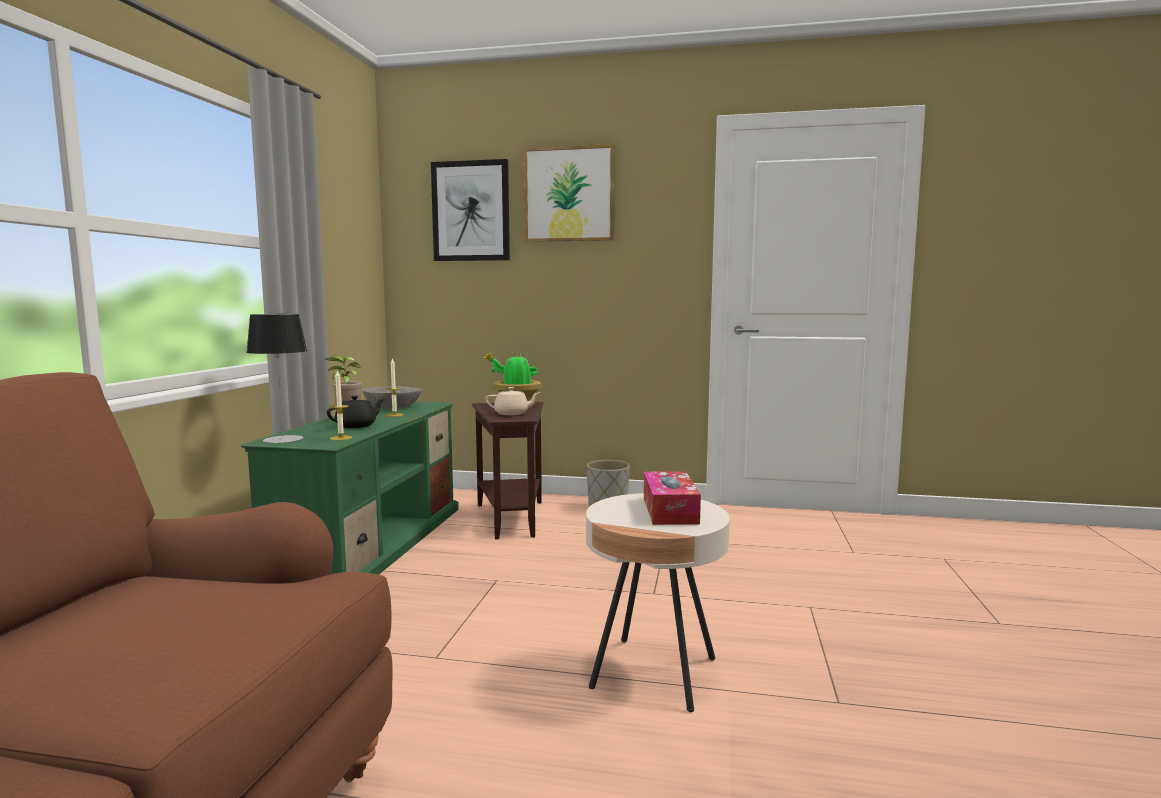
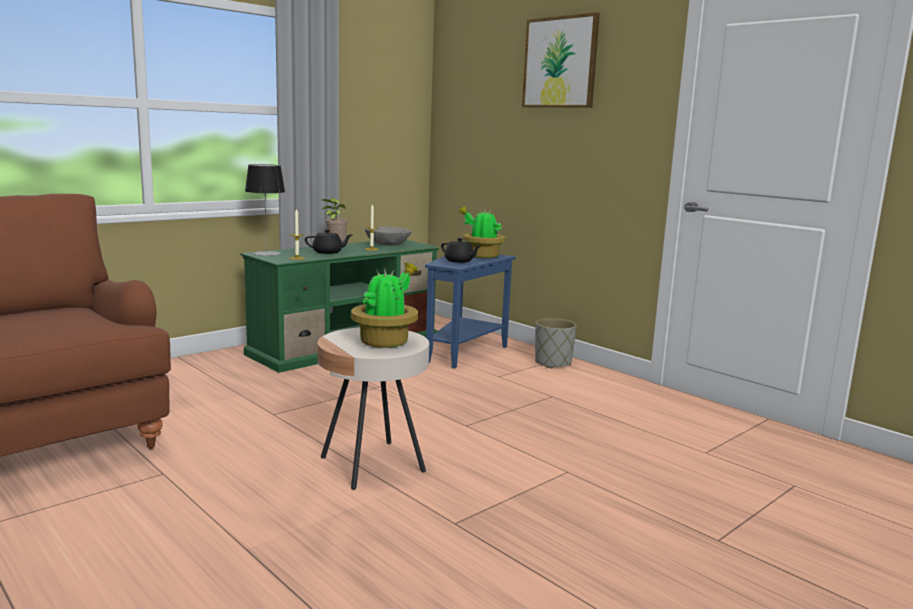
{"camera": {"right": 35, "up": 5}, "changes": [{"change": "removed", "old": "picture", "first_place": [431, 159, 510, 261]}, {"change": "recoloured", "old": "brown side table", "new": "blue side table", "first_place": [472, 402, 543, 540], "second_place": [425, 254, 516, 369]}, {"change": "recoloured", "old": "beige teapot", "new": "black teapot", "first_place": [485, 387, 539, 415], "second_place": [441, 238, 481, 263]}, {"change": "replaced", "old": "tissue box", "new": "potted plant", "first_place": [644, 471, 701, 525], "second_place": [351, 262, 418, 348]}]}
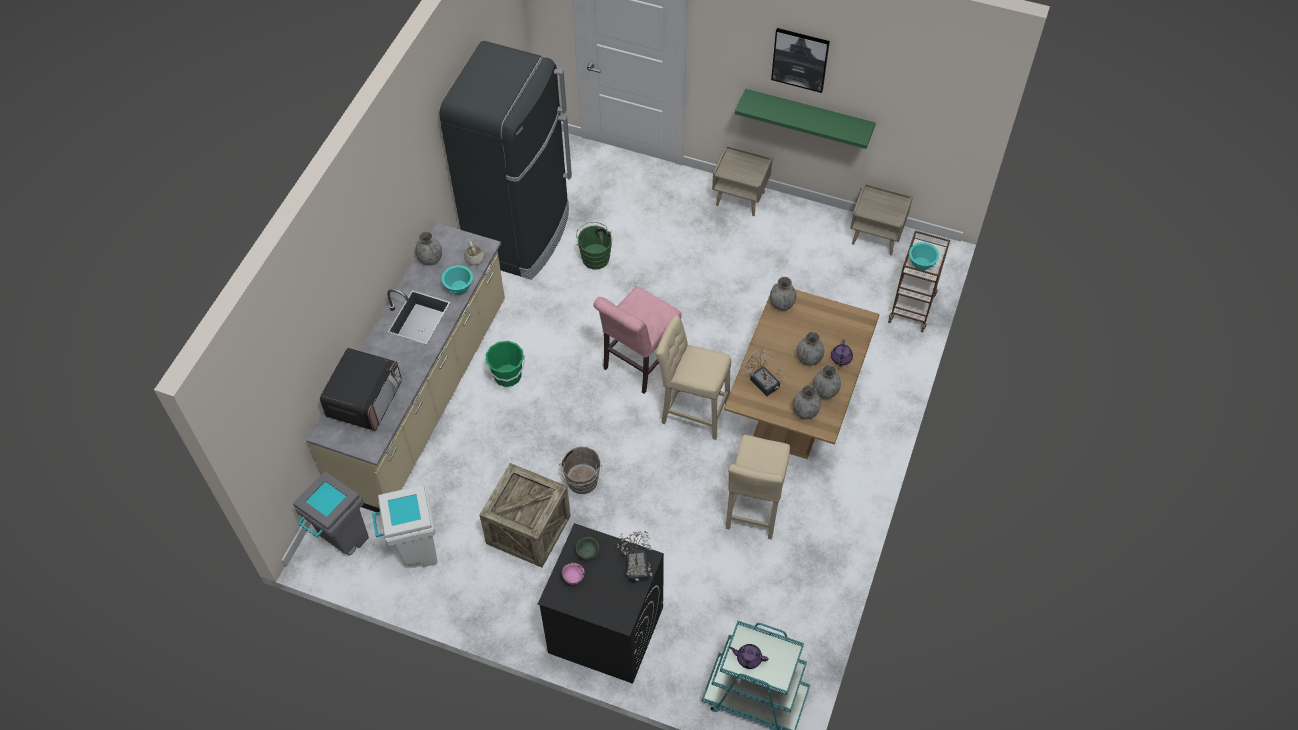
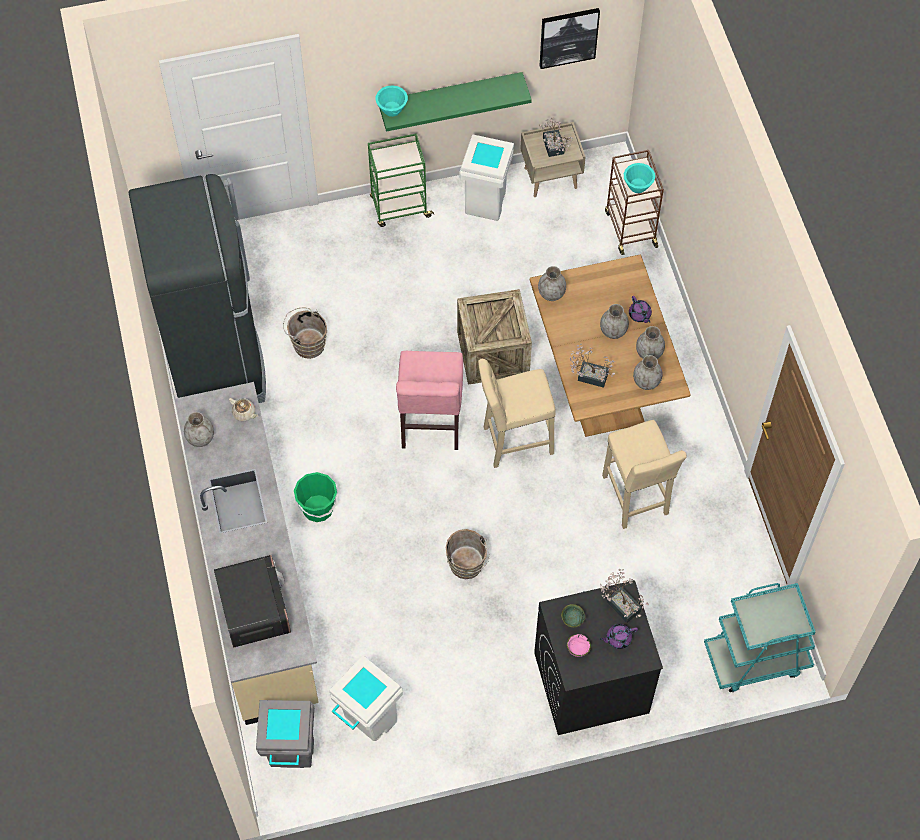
{"camera": {"right": -35, "up": 5}, "changes": [{"change": "moved", "old": "turquoise bowl", "first_place": [442, 265, 473, 295], "second_place": [376, 85, 408, 117]}, {"change": "moved", "old": "crate", "first_place": [479, 463, 571, 568], "second_place": [457, 289, 532, 385]}, {"change": "recoloured", "old": "green bucket", "new": "brown bucket", "first_place": [576, 222, 612, 270], "second_place": [283, 308, 327, 359]}, {"change": "replaced", "old": "beige nightstand", "new": "green cart", "first_place": [712, 145, 773, 216], "second_place": [368, 133, 434, 227]}, {"change": "moved", "old": "purple teapot", "first_place": [729, 644, 768, 669], "second_place": [600, 624, 638, 649]}, {"change": "moved", "old": "picture", "first_place": [771, 28, 830, 93], "second_place": [540, 8, 600, 69]}, {"change": "added", "new": "white trash can", "second_place": [459, 134, 514, 221]}, {"change": "added", "new": "potted plant", "second_place": [539, 117, 573, 157]}]}
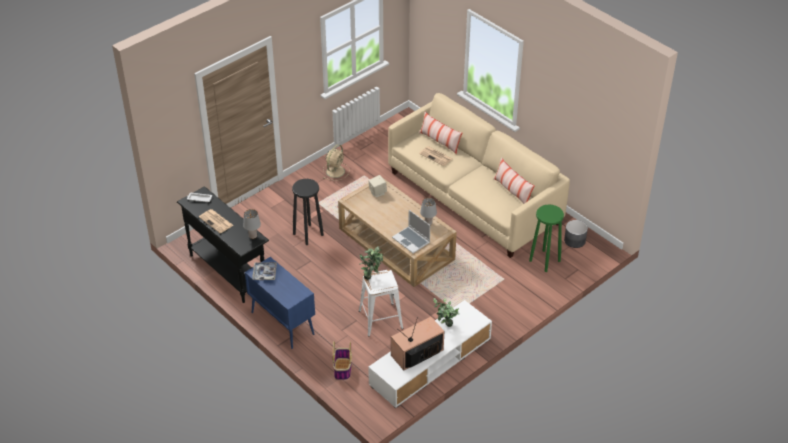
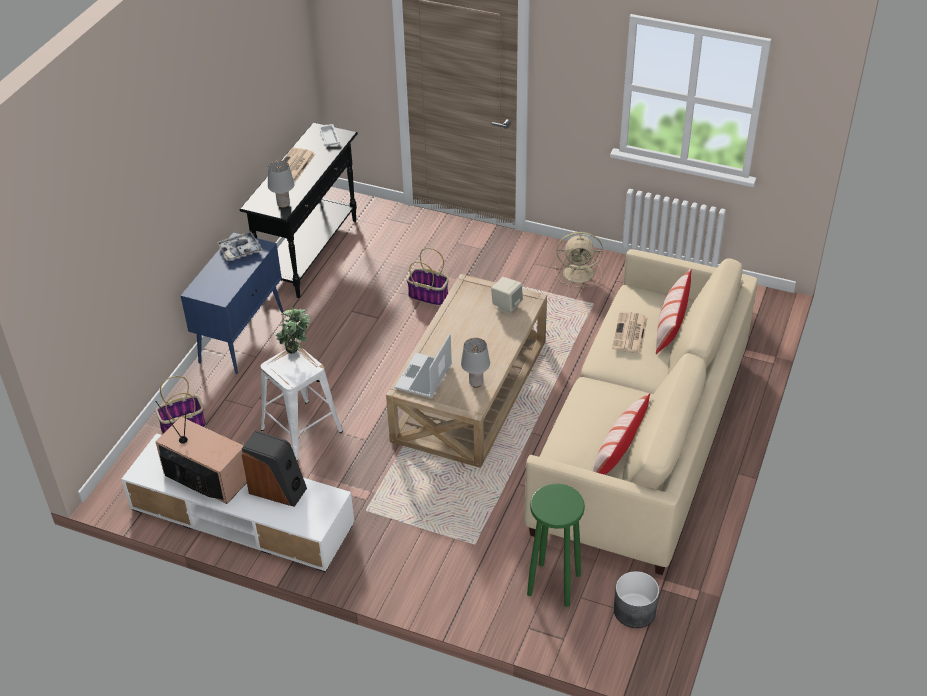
{"camera": {"right": 65, "up": 0}, "changes": [{"change": "replaced", "old": "black stool", "new": "basket", "first_place": [292, 179, 324, 245], "second_place": [406, 248, 449, 306]}, {"change": "replaced", "old": "potted plant", "new": "speaker", "first_place": [433, 298, 460, 327], "second_place": [242, 430, 307, 507]}]}
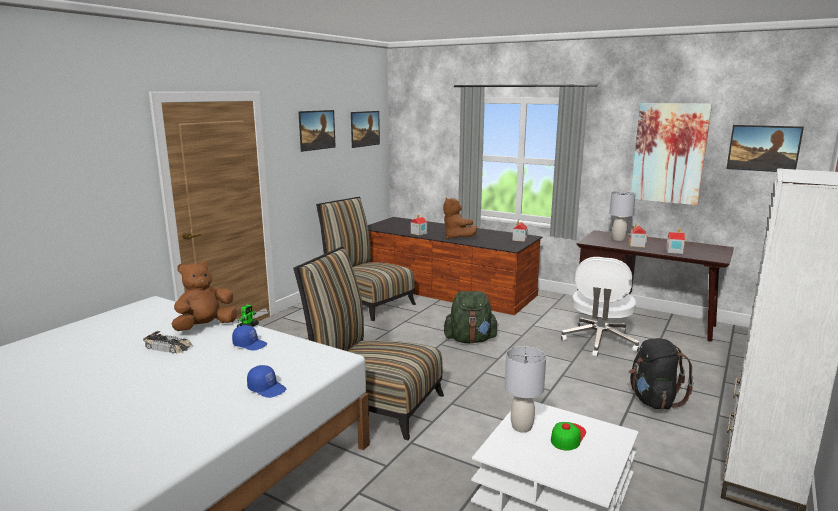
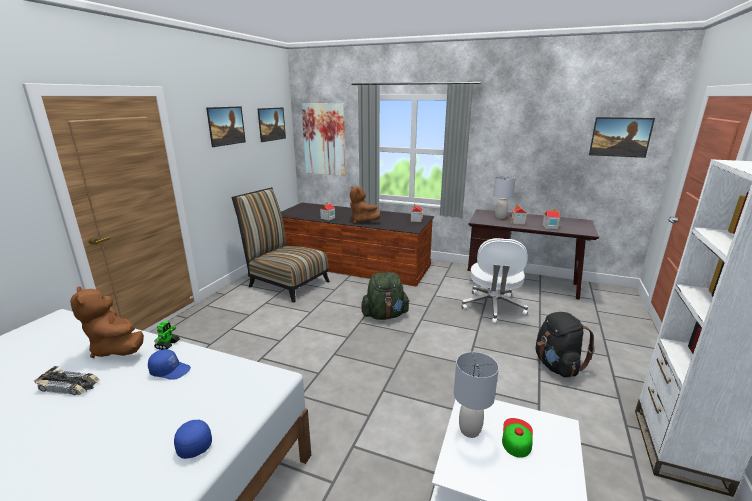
{"camera": {"right": -10, "up": 5}, "changes": [{"change": "turned", "old": "brown plush toy", "first_place": [172, 261, 237, 331], "second_place": [70, 286, 144, 358], "degrees": -75}, {"change": "turned", "old": "blue cap", "first_place": [247, 365, 287, 398], "second_place": [174, 420, 212, 459], "degrees": -135}, {"change": "removed", "old": "chair", "first_place": [293, 246, 444, 440]}, {"change": "moved", "old": "picture", "first_place": [631, 103, 712, 205], "second_place": [301, 103, 346, 176]}]}
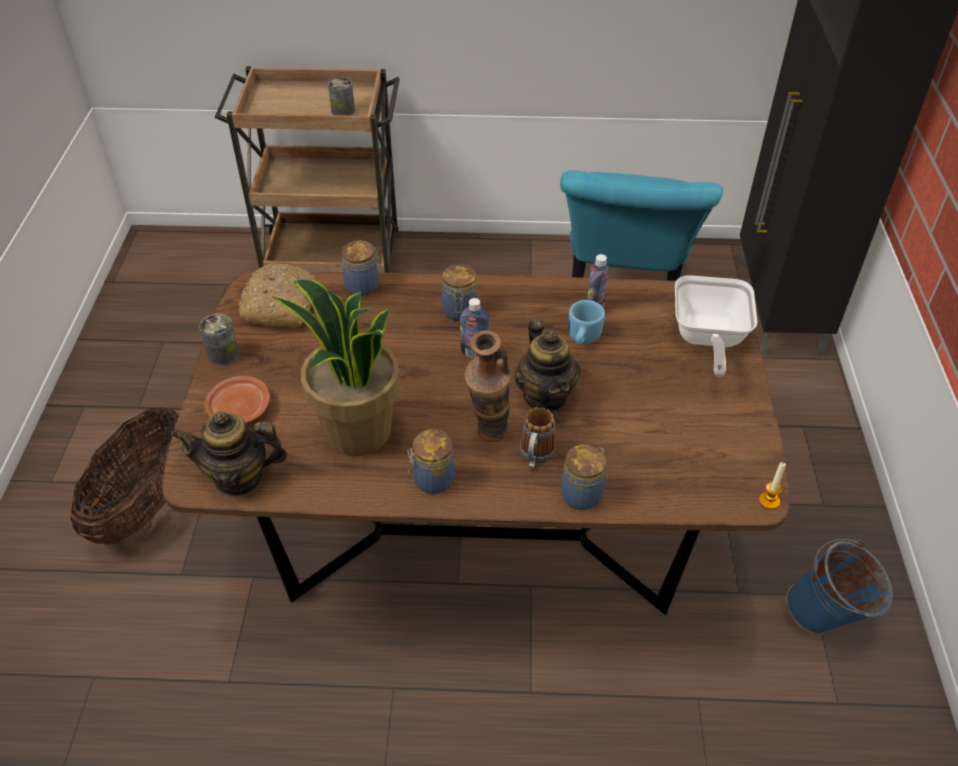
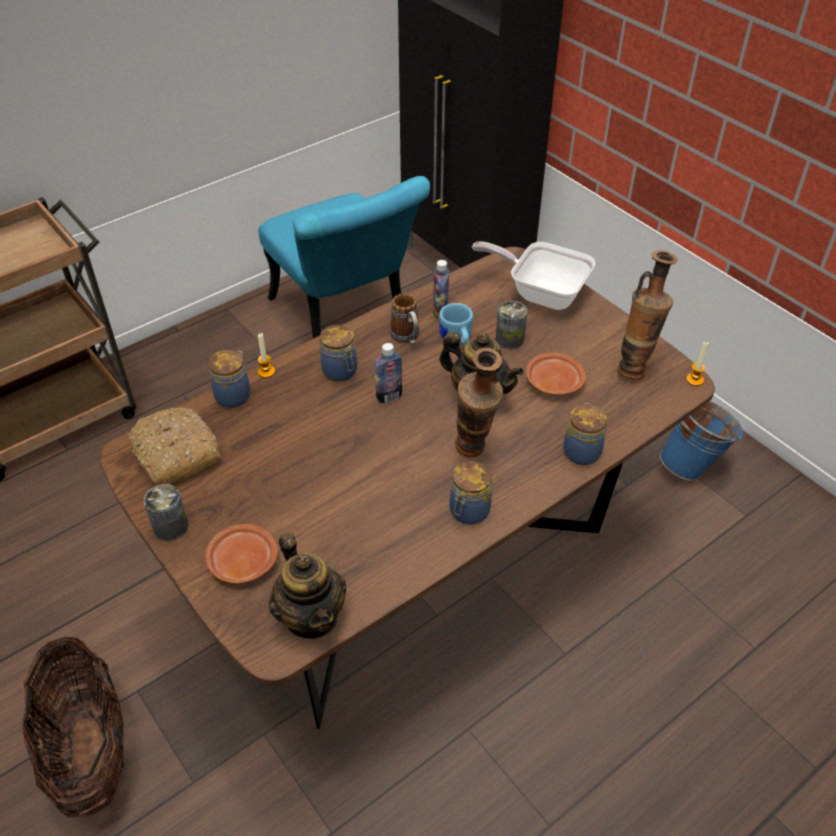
{"camera": {"right": -40, "up": 0}, "changes": [{"change": "turned", "old": "teapot", "first_place": [171, 412, 288, 497], "second_place": [269, 533, 346, 639], "degrees": -75}, {"change": "removed", "old": "potted plant", "first_place": [272, 279, 400, 457]}, {"change": "moved", "old": "can", "first_place": [328, 77, 355, 115], "second_place": [496, 301, 527, 349]}, {"change": "moved", "old": "mug", "first_place": [520, 407, 556, 468], "second_place": [390, 293, 420, 345]}, {"change": "turned", "old": "frying pan", "first_place": [675, 275, 757, 377], "second_place": [472, 241, 595, 310], "degrees": 150}, {"change": "added", "new": "candle", "second_place": [258, 333, 275, 378]}, {"change": "added", "new": "brown plate", "second_place": [526, 353, 586, 395]}, {"change": "added", "new": "vase", "second_place": [617, 250, 678, 380]}]}
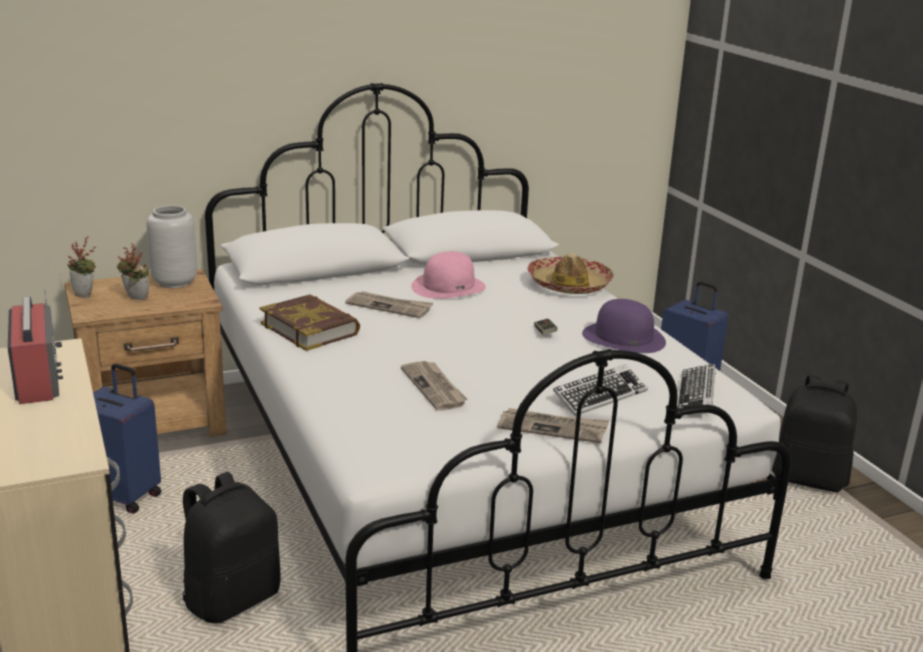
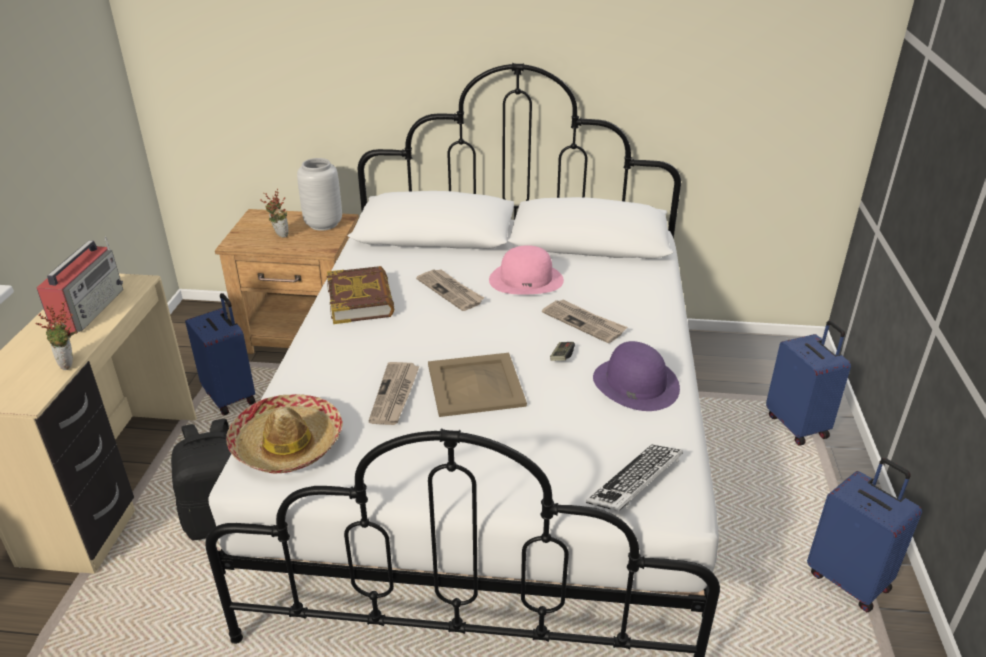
{"camera": {"right": 30, "up": 10}, "changes": [{"change": "moved", "old": "potted plant", "first_place": [67, 236, 96, 298], "second_place": [35, 301, 77, 370]}, {"change": "moved", "old": "newspaper", "first_place": [497, 408, 609, 443], "second_place": [542, 299, 627, 343]}, {"change": "moved", "old": "hat", "first_place": [527, 253, 614, 294], "second_place": [226, 394, 343, 473]}, {"change": "removed", "old": "keyboard", "first_place": [553, 364, 648, 416]}, {"change": "replaced", "old": "black backpack", "new": "blue suitcase", "first_place": [772, 375, 857, 492], "second_place": [807, 458, 922, 612]}, {"change": "added", "new": "beige tray", "second_place": [428, 353, 527, 417]}]}
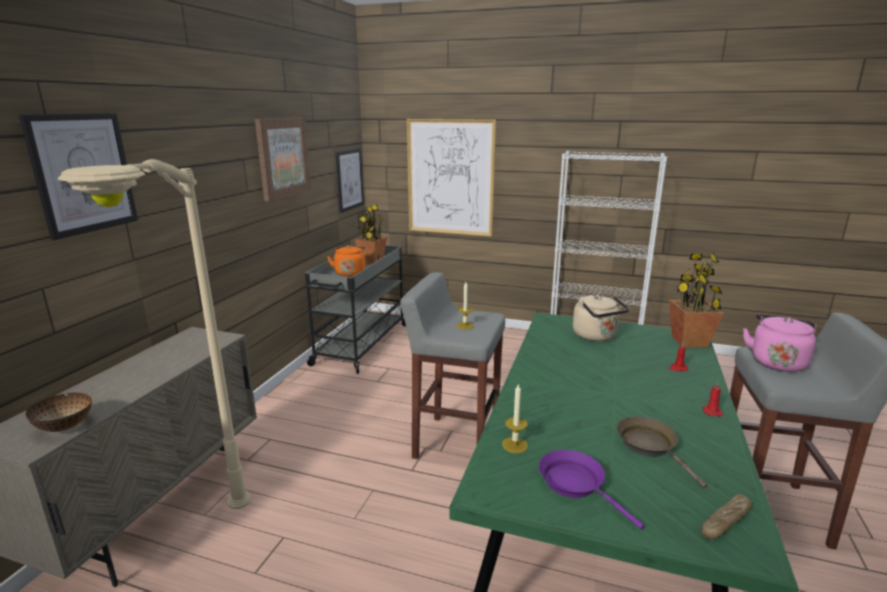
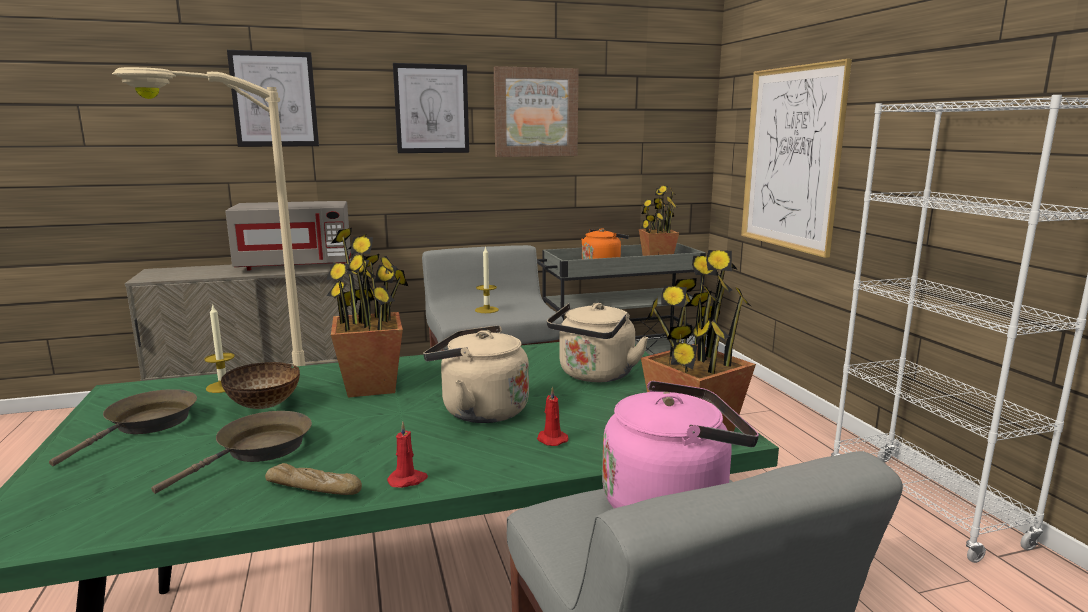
{"camera": {"right": 55, "up": -5}, "changes": [{"change": "moved", "old": "bowl", "first_place": [26, 393, 92, 432], "second_place": [221, 362, 300, 409]}, {"change": "moved", "old": "picture", "first_place": [336, 149, 364, 213], "second_place": [393, 63, 469, 153]}, {"change": "recoloured", "old": "purple frying pan", "new": "brown frying pan", "first_place": [539, 450, 644, 529], "second_place": [49, 389, 197, 466]}, {"change": "moved", "old": "bread", "first_place": [701, 495, 752, 539], "second_place": [265, 463, 362, 495]}, {"change": "added", "new": "grey microwave", "second_place": [225, 201, 351, 271]}, {"change": "added", "new": "potted plant", "second_place": [326, 227, 408, 398]}, {"change": "added", "new": "beige kettle", "second_place": [423, 325, 529, 423]}]}
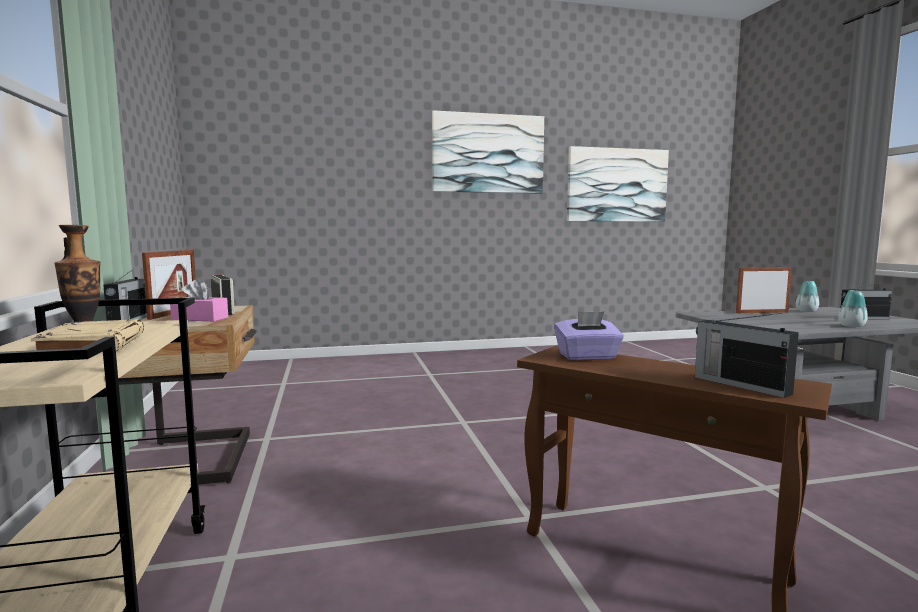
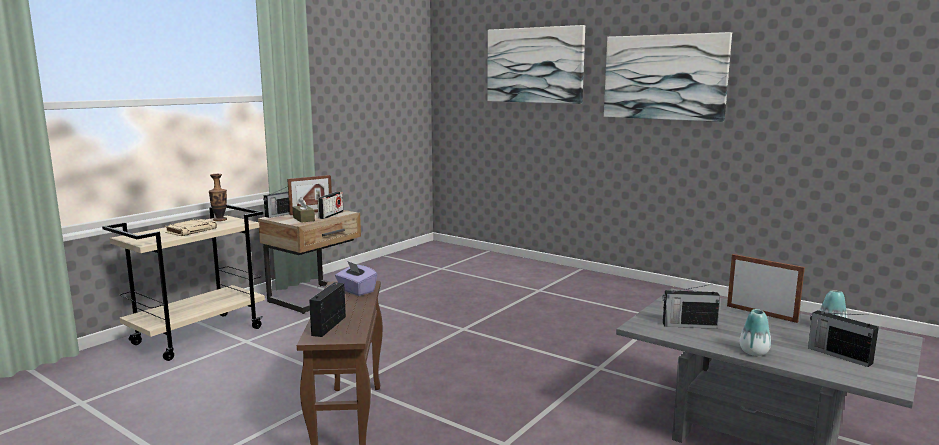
{"camera": {"right": 50, "up": 5}, "changes": [{"change": "recoloured", "old": "pink tissue box", "new": "brown tissue box", "first_place": [170, 279, 228, 321], "second_place": [293, 197, 315, 223]}, {"change": "moved", "old": "picture", "first_place": [567, 146, 669, 222], "second_place": [487, 25, 585, 104]}, {"change": "added", "new": "radio", "second_place": [663, 284, 720, 329]}]}
